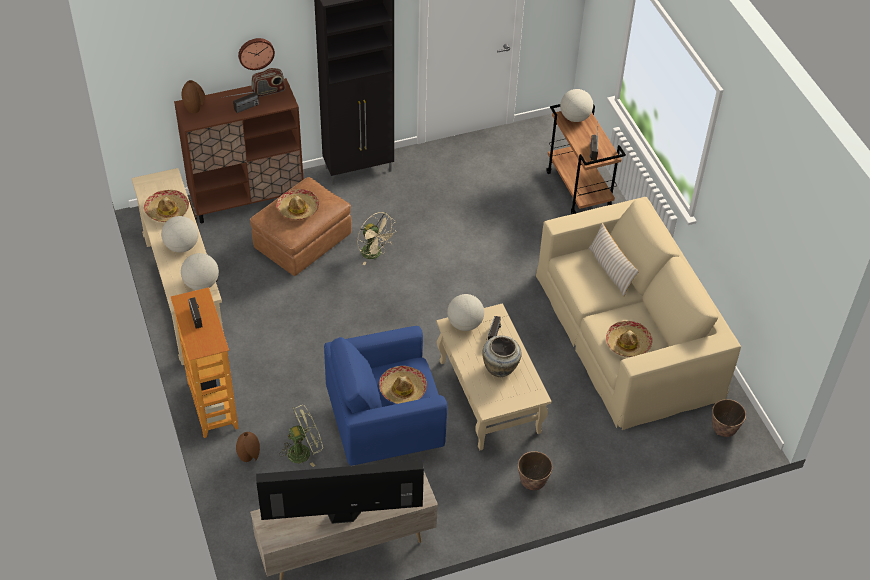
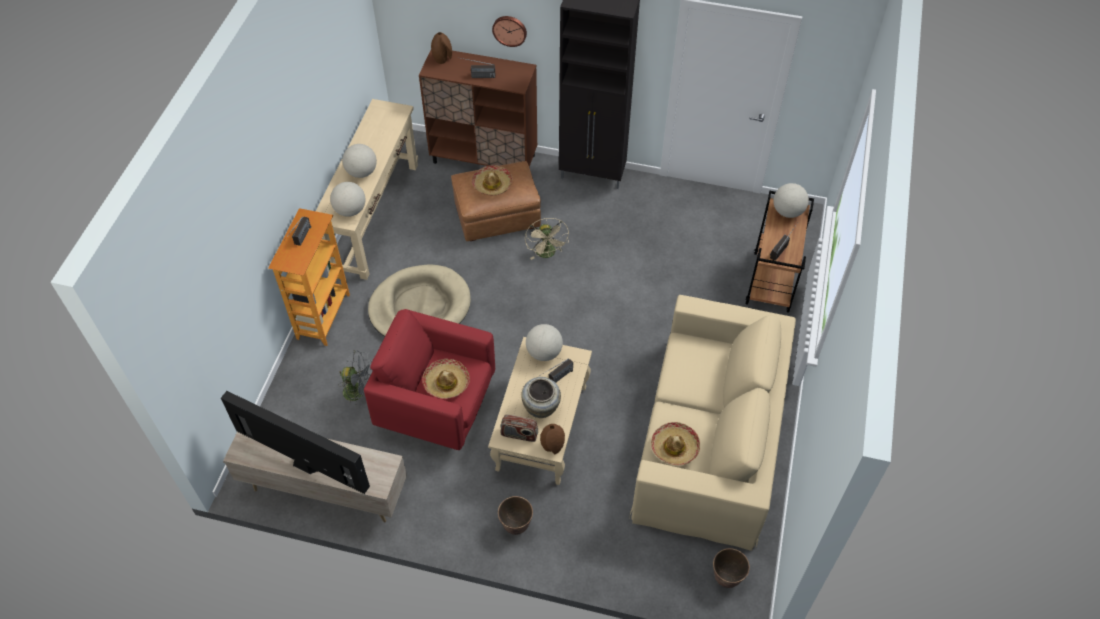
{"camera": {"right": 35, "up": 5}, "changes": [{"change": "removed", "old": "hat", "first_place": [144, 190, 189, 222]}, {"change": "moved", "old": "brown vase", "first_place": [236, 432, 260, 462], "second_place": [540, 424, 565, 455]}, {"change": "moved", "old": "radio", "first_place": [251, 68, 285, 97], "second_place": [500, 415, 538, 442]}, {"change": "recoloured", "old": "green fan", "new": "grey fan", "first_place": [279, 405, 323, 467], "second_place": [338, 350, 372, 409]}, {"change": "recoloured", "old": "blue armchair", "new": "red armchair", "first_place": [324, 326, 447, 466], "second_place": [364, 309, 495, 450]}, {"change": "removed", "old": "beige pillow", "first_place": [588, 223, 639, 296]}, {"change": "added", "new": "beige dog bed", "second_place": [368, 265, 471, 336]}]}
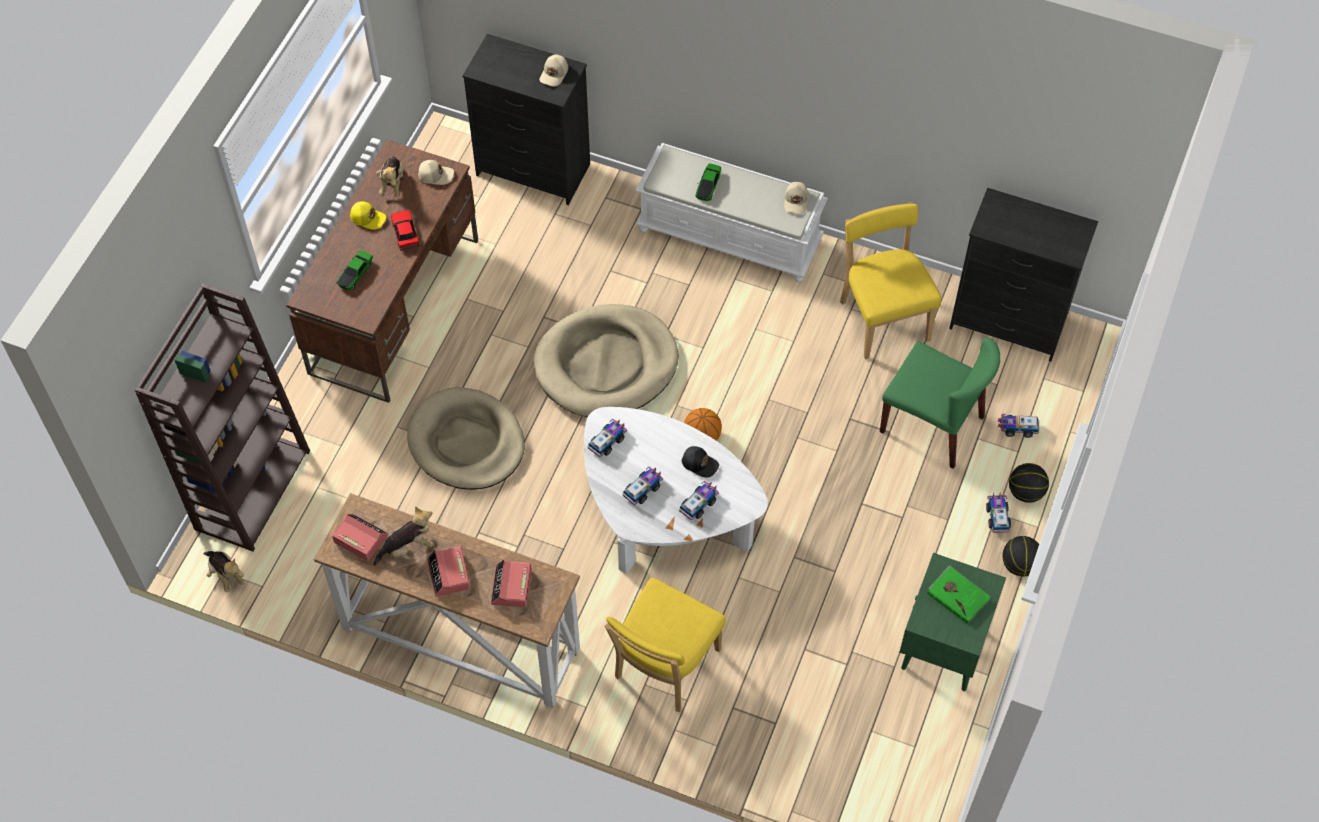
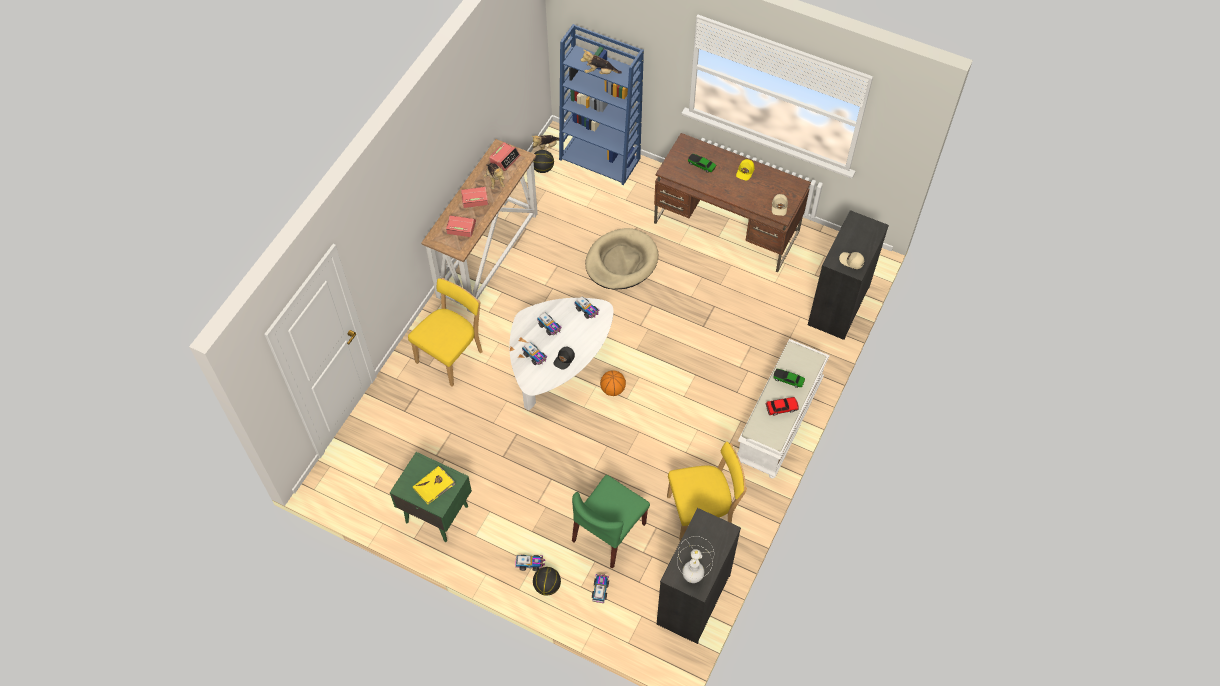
{"camera": {"right": 95, "up": 0}, "changes": [{"change": "recoloured", "old": "brown bookcase", "new": "blue bookcase", "first_place": [135, 283, 310, 552], "second_place": [559, 24, 644, 185]}, {"change": "moved", "old": "plush toy", "first_place": [376, 156, 404, 197], "second_place": [580, 50, 622, 74]}, {"change": "moved", "old": "toy car", "first_place": [391, 210, 419, 250], "second_place": [766, 397, 799, 415]}, {"change": "removed", "old": "beige dog bed", "first_place": [534, 304, 679, 417]}, {"change": "turned", "old": "yellow chair", "first_place": [605, 578, 726, 712], "second_place": [408, 278, 483, 387], "degrees": 90}, {"change": "removed", "old": "beige cap", "first_place": [784, 182, 808, 214]}, {"change": "recoloured", "old": "green book", "new": "yellow book", "first_place": [927, 565, 991, 624], "second_place": [413, 466, 455, 504]}, {"change": "moved", "old": "basketball", "first_place": [1002, 536, 1039, 576], "second_place": [533, 150, 554, 173]}, {"change": "added", "new": "white table lamp", "second_place": [677, 536, 714, 583]}]}
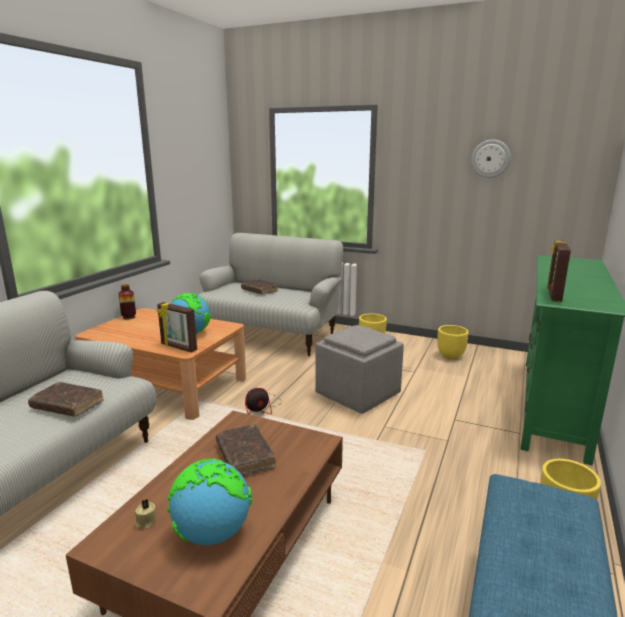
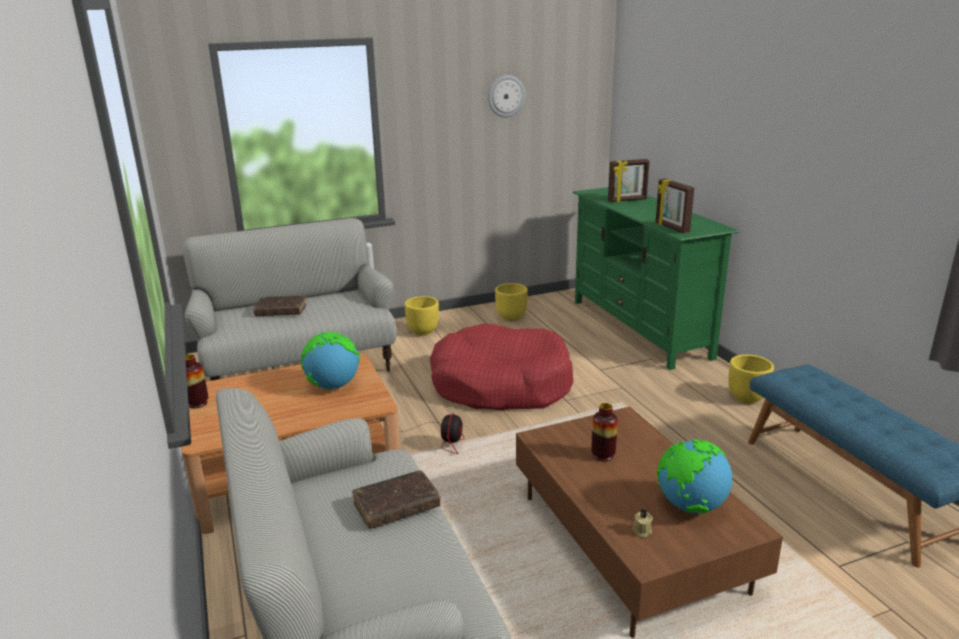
{"camera": {"right": -45, "up": 5}, "changes": [{"change": "moved", "old": "picture frame", "first_place": [157, 302, 197, 352], "second_place": [608, 159, 650, 202]}, {"change": "replaced", "old": "brown book", "new": "vase", "first_place": [216, 424, 276, 476], "second_place": [591, 403, 618, 462]}, {"change": "replaced", "old": "grey ottoman", "new": "red dog bed", "first_place": [315, 325, 404, 414], "second_place": [430, 324, 574, 410]}]}
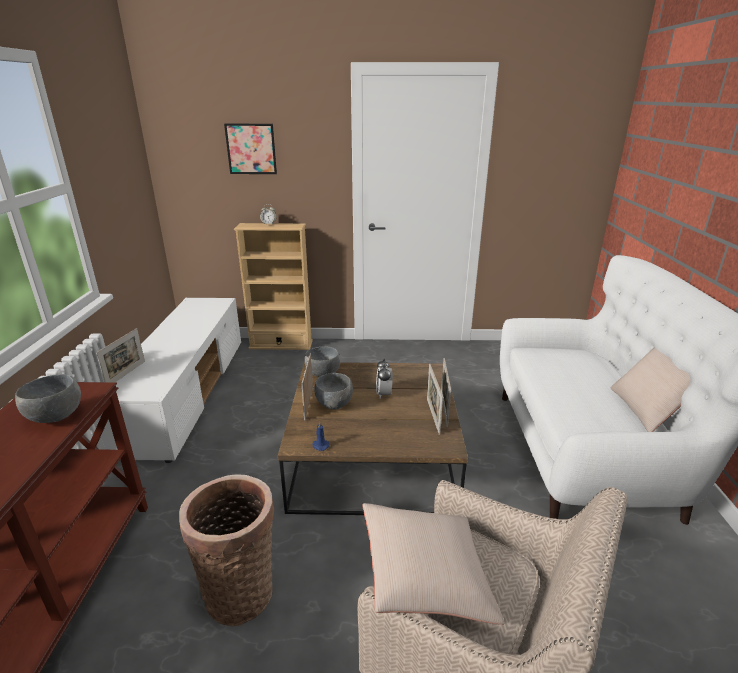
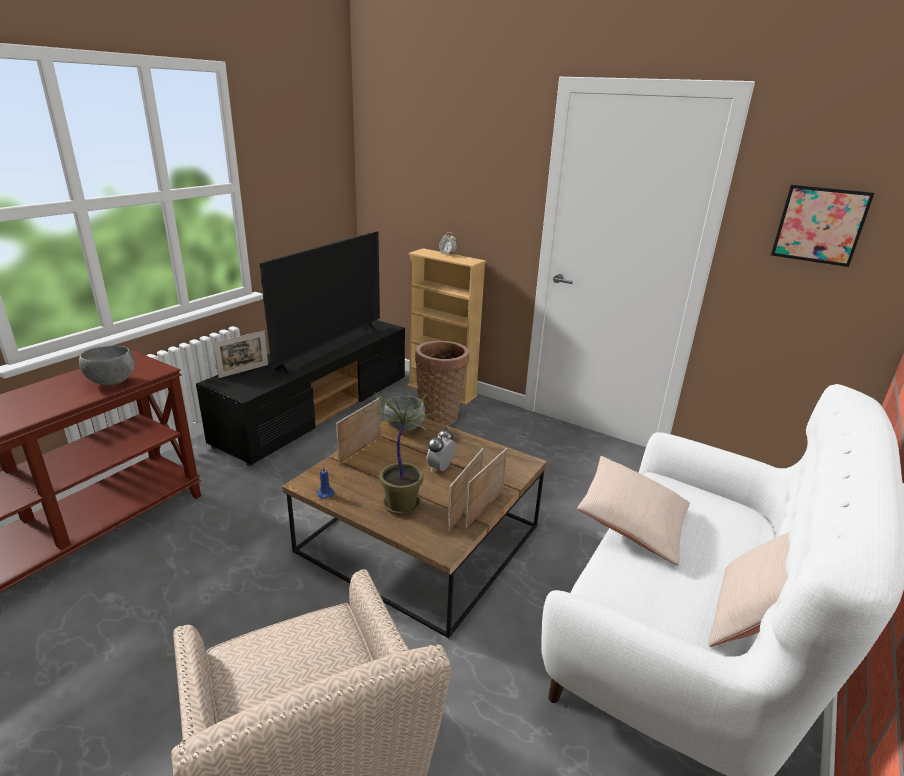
{"camera": {"right": 30, "up": 0}, "changes": [{"change": "recoloured", "old": "white tv stand", "new": "black tv stand", "first_place": [94, 298, 241, 463], "second_place": [196, 320, 405, 466]}, {"change": "moved", "old": "basket", "first_place": [179, 474, 274, 626], "second_place": [415, 341, 469, 426]}, {"change": "moved", "old": "picture", "first_place": [224, 124, 277, 174], "second_place": [771, 185, 874, 267]}, {"change": "removed", "old": "grey bowl", "first_place": [314, 373, 353, 410]}, {"change": "moved", "old": "beige pillow", "first_place": [363, 503, 505, 625], "second_place": [577, 456, 690, 565]}, {"change": "added", "new": "television", "second_place": [260, 231, 380, 375]}, {"change": "added", "new": "potted plant", "second_place": [362, 389, 446, 515]}]}
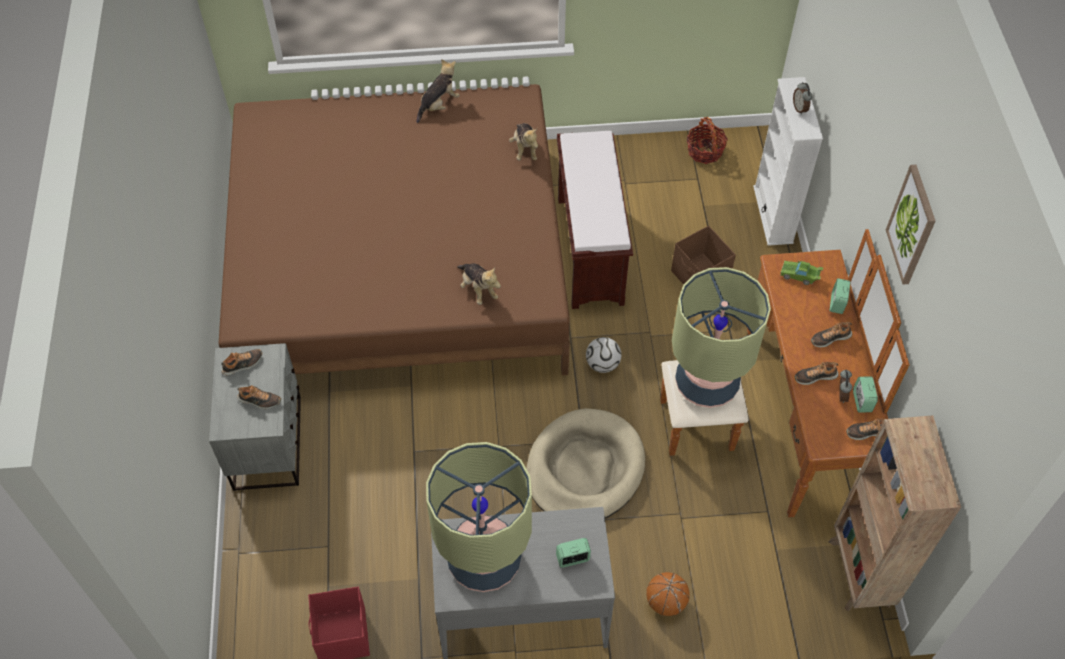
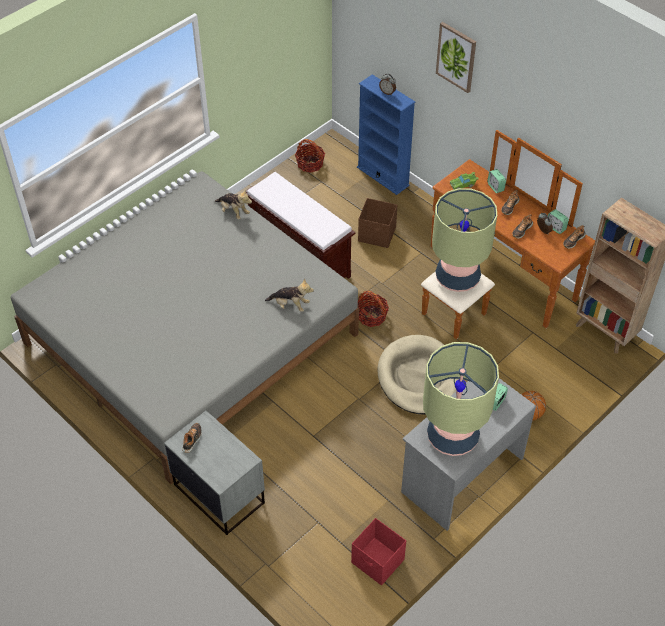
{"camera": {"right": -40, "up": -5}, "changes": [{"change": "recoloured", "old": "brown bed", "new": "grey bed", "first_place": [218, 84, 570, 375], "second_place": [11, 171, 359, 484]}, {"change": "removed", "old": "shoe", "first_place": [237, 385, 281, 409]}, {"change": "removed", "old": "plush toy", "first_place": [417, 59, 460, 123]}, {"change": "replaced", "old": "football", "new": "basket", "first_place": [586, 337, 621, 373], "second_place": [358, 291, 389, 327]}, {"change": "recoloured", "old": "white bookcase", "new": "blue bookcase", "first_place": [753, 77, 823, 246], "second_place": [357, 74, 415, 195]}, {"change": "moved", "old": "picture", "first_place": [886, 165, 935, 285], "second_place": [436, 22, 476, 93]}]}
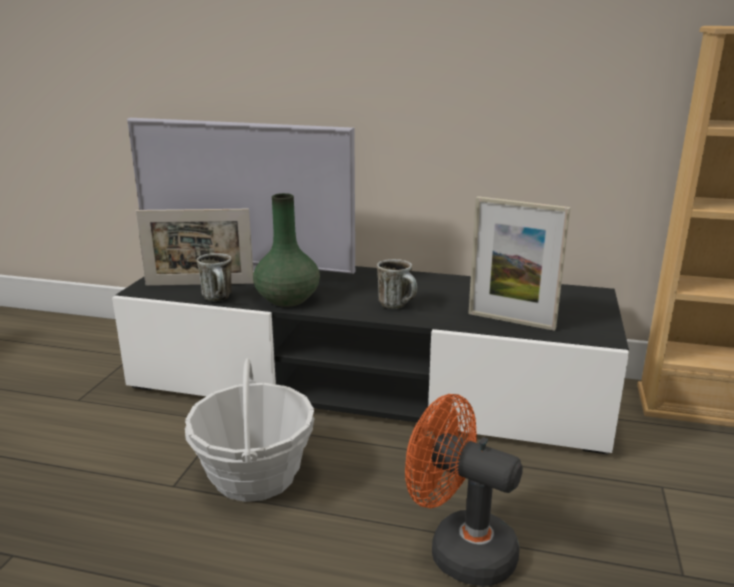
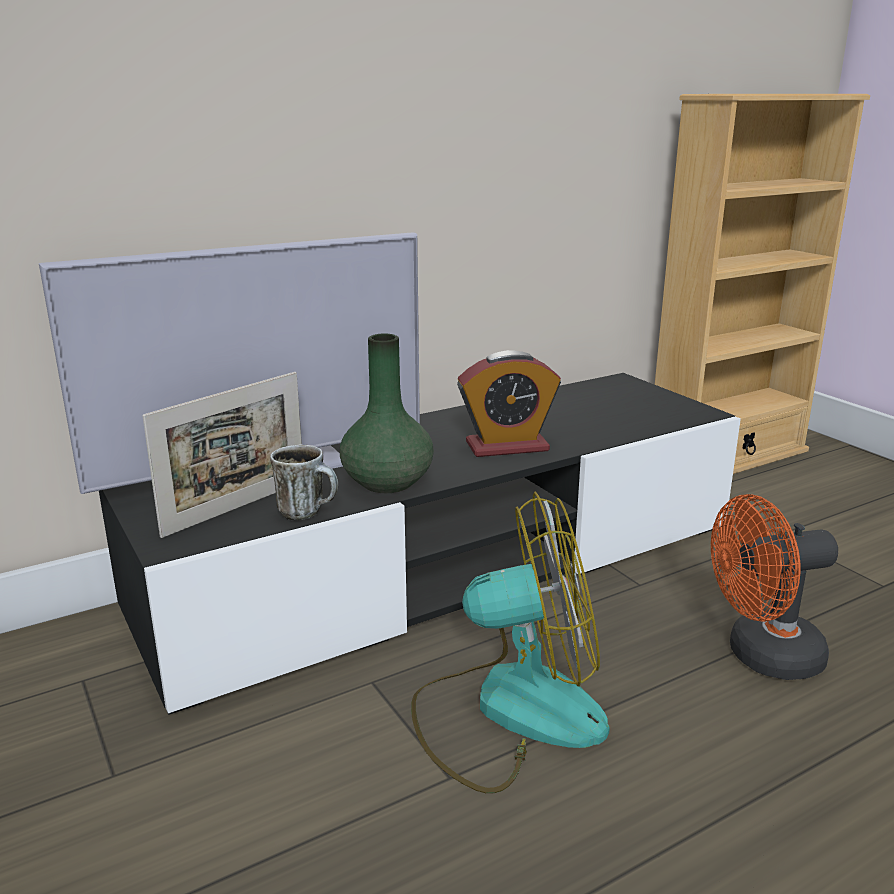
{"camera": {"right": -45, "up": 0}, "changes": [{"change": "replaced", "old": "basket", "new": "fan", "first_place": [185, 358, 314, 502], "second_place": [411, 492, 610, 793]}, {"change": "replaced", "old": "mug", "new": "alarm clock", "first_place": [377, 259, 417, 309], "second_place": [457, 350, 561, 457]}, {"change": "removed", "old": "picture frame", "first_place": [468, 196, 571, 331]}]}
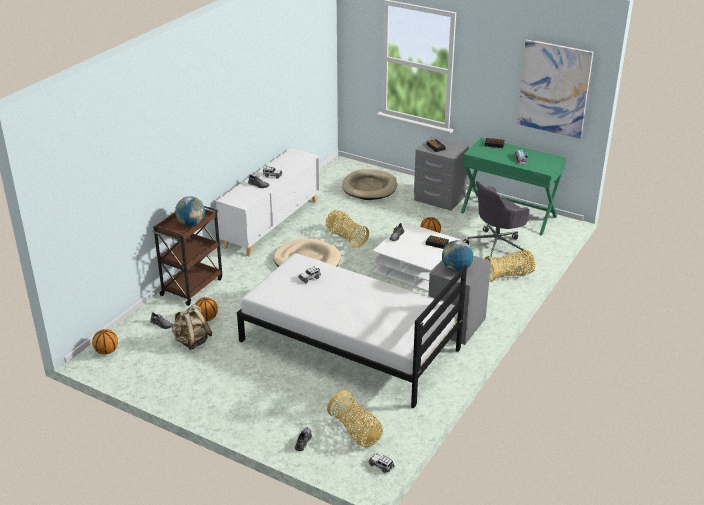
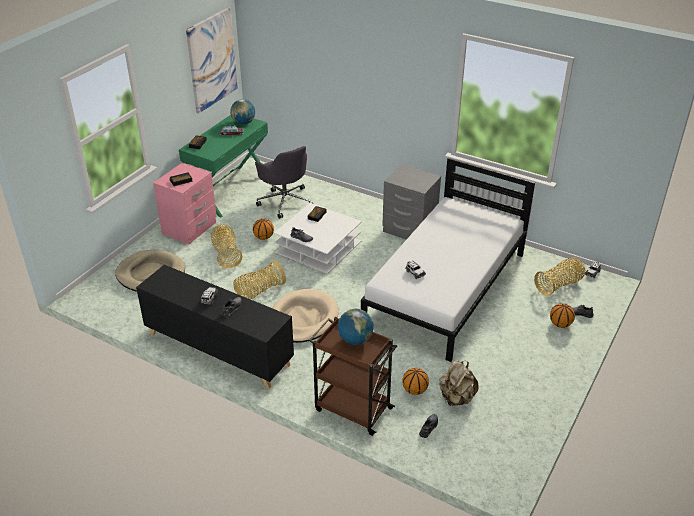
{"camera": {"right": -90, "up": 5}, "changes": [{"change": "moved", "old": "basketball", "first_place": [92, 329, 118, 355], "second_place": [550, 303, 575, 328]}, {"change": "recoloured", "old": "white cabinet", "new": "black cabinet", "first_place": [216, 148, 320, 256], "second_place": [136, 265, 294, 389]}, {"change": "recoloured", "old": "grey nightstand", "new": "pink nightstand", "first_place": [414, 136, 469, 211], "second_place": [153, 163, 217, 244]}, {"change": "moved", "old": "globe", "first_place": [442, 240, 473, 272], "second_place": [230, 99, 255, 124]}, {"change": "moved", "old": "basket", "first_place": [484, 250, 535, 282], "second_place": [211, 224, 242, 268]}]}
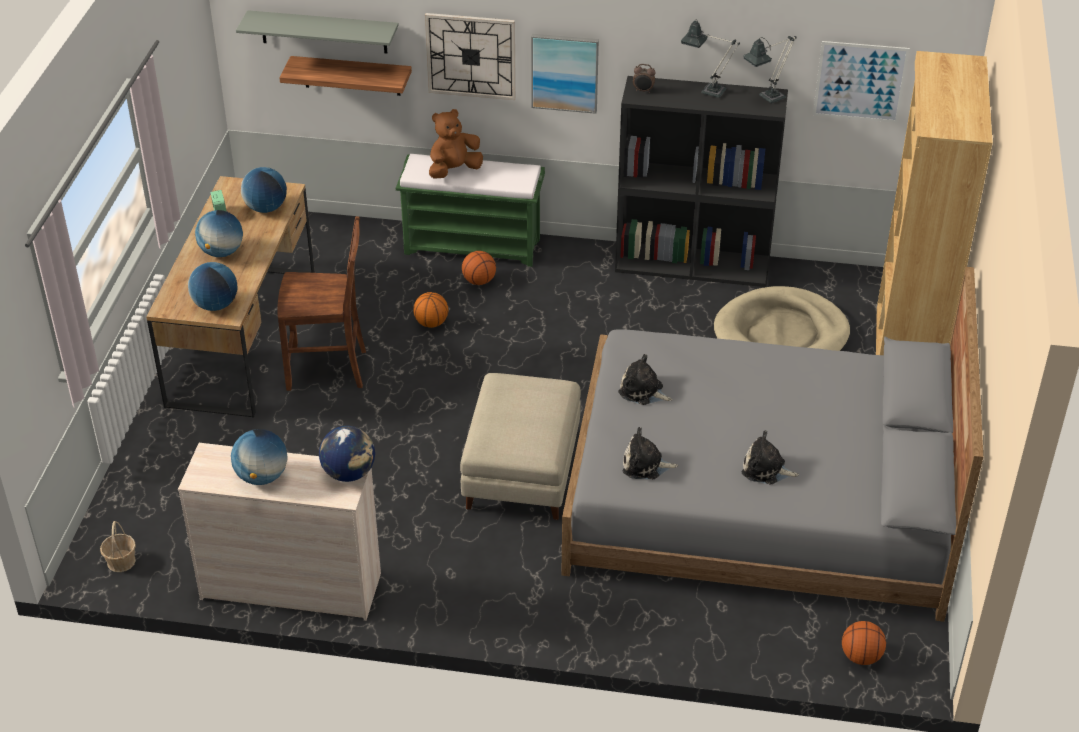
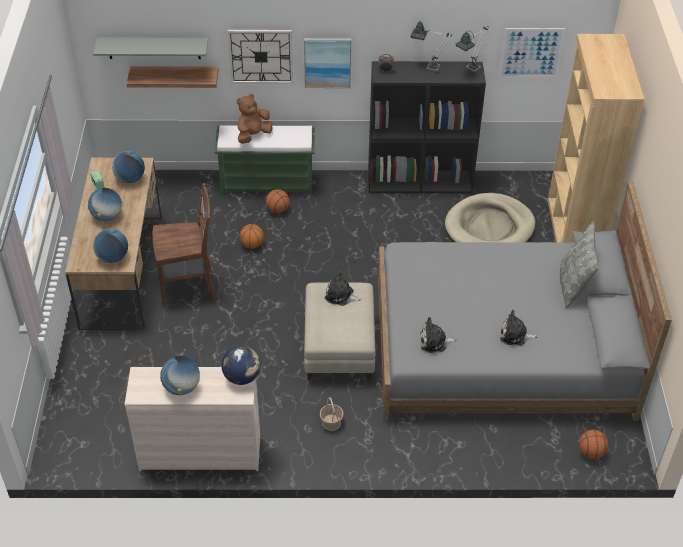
{"camera": {"right": -10, "up": 5}, "changes": [{"change": "moved", "old": "basket", "first_place": [100, 521, 136, 572], "second_place": [320, 397, 344, 431]}, {"change": "moved", "old": "plush toy", "first_place": [618, 354, 672, 405], "second_place": [325, 271, 361, 306]}, {"change": "added", "new": "grey pillow", "second_place": [560, 221, 599, 308]}]}
